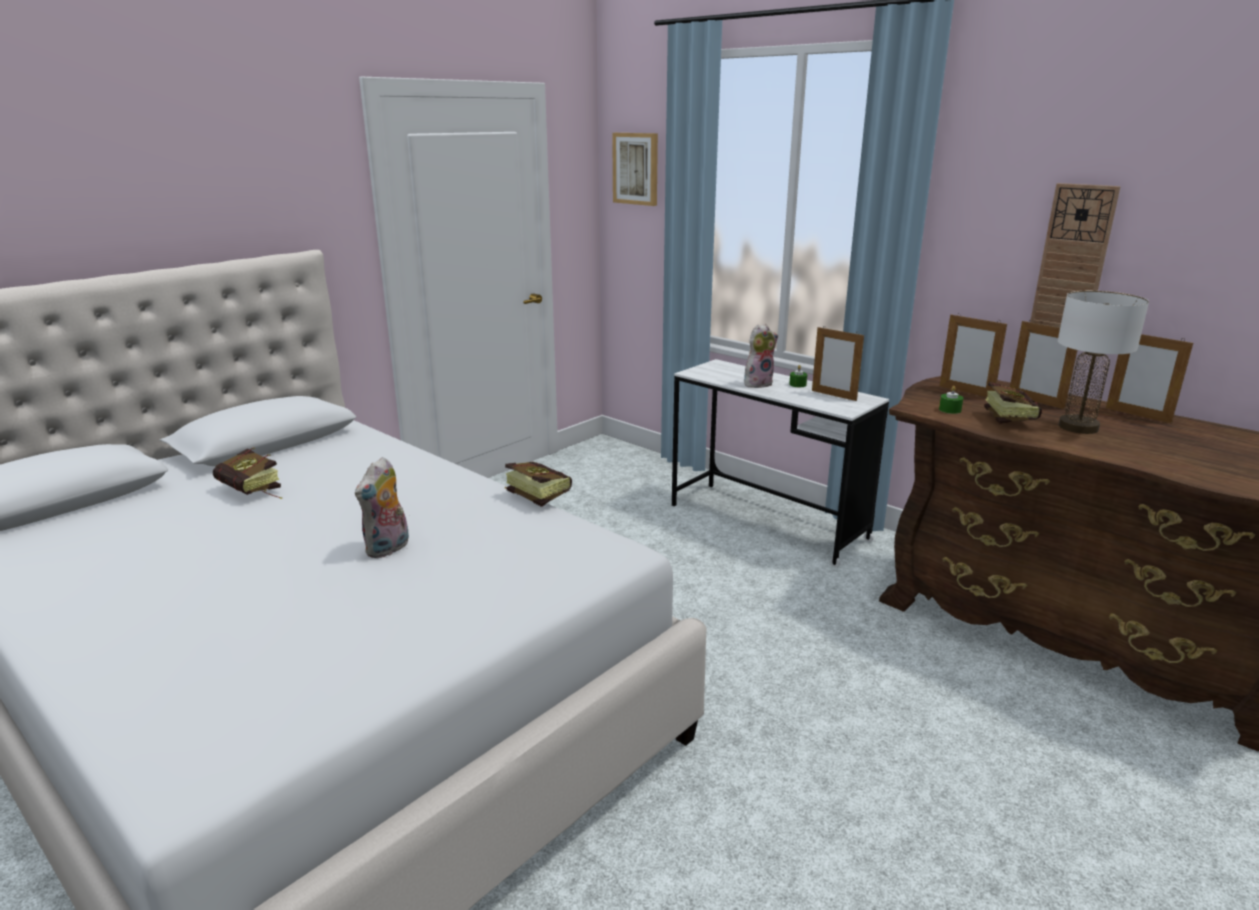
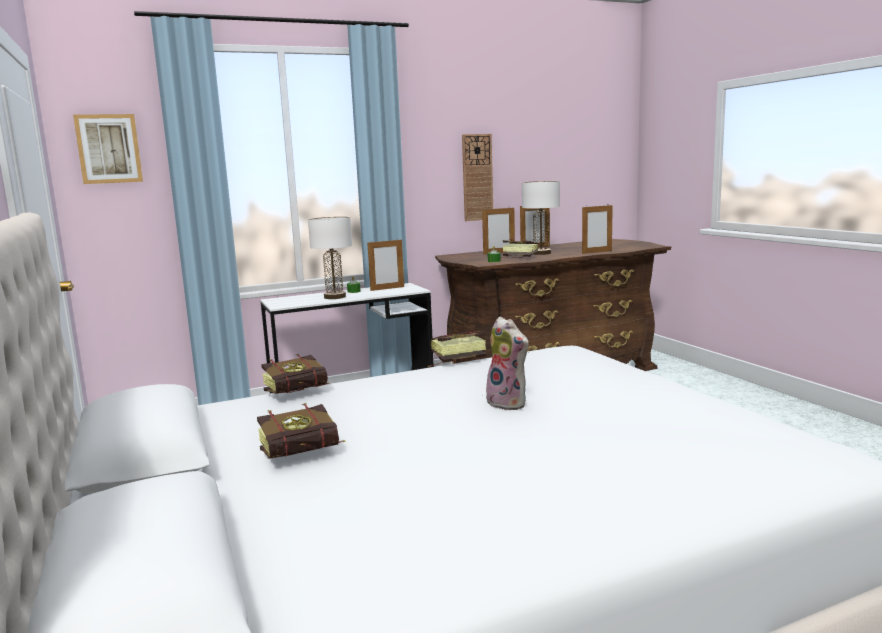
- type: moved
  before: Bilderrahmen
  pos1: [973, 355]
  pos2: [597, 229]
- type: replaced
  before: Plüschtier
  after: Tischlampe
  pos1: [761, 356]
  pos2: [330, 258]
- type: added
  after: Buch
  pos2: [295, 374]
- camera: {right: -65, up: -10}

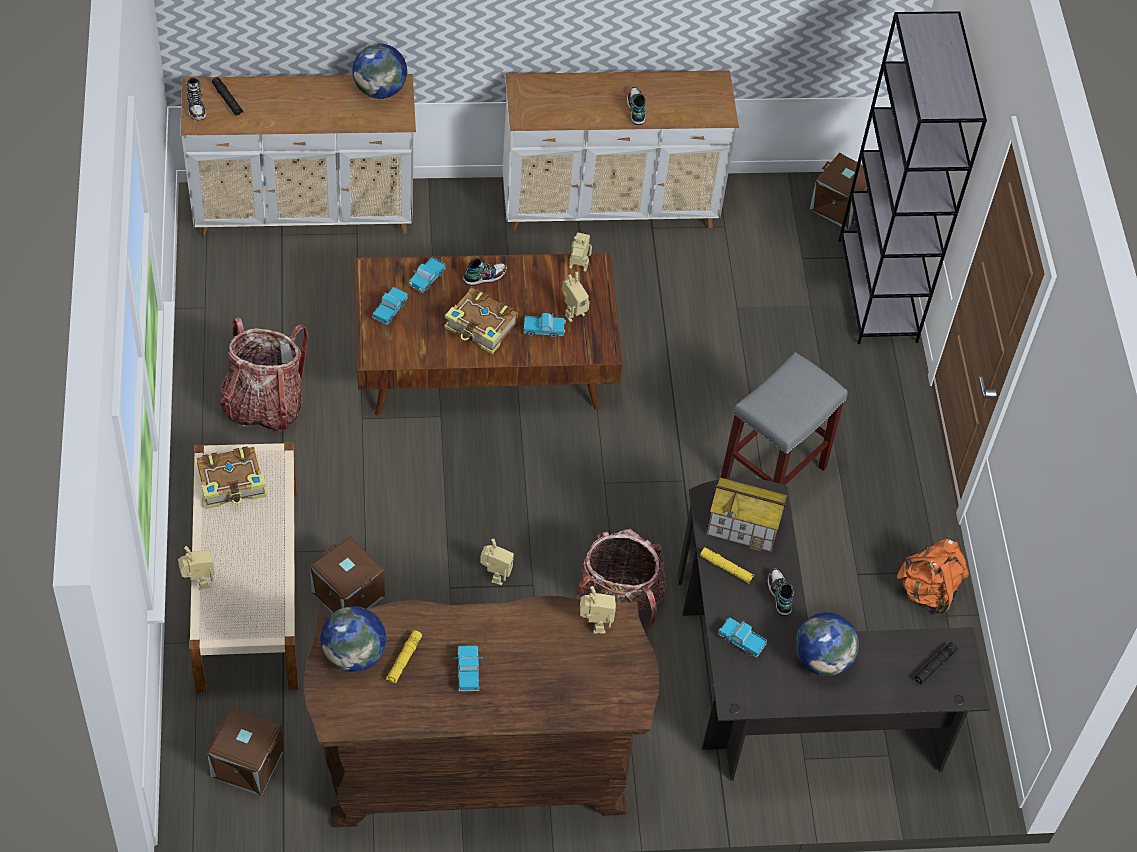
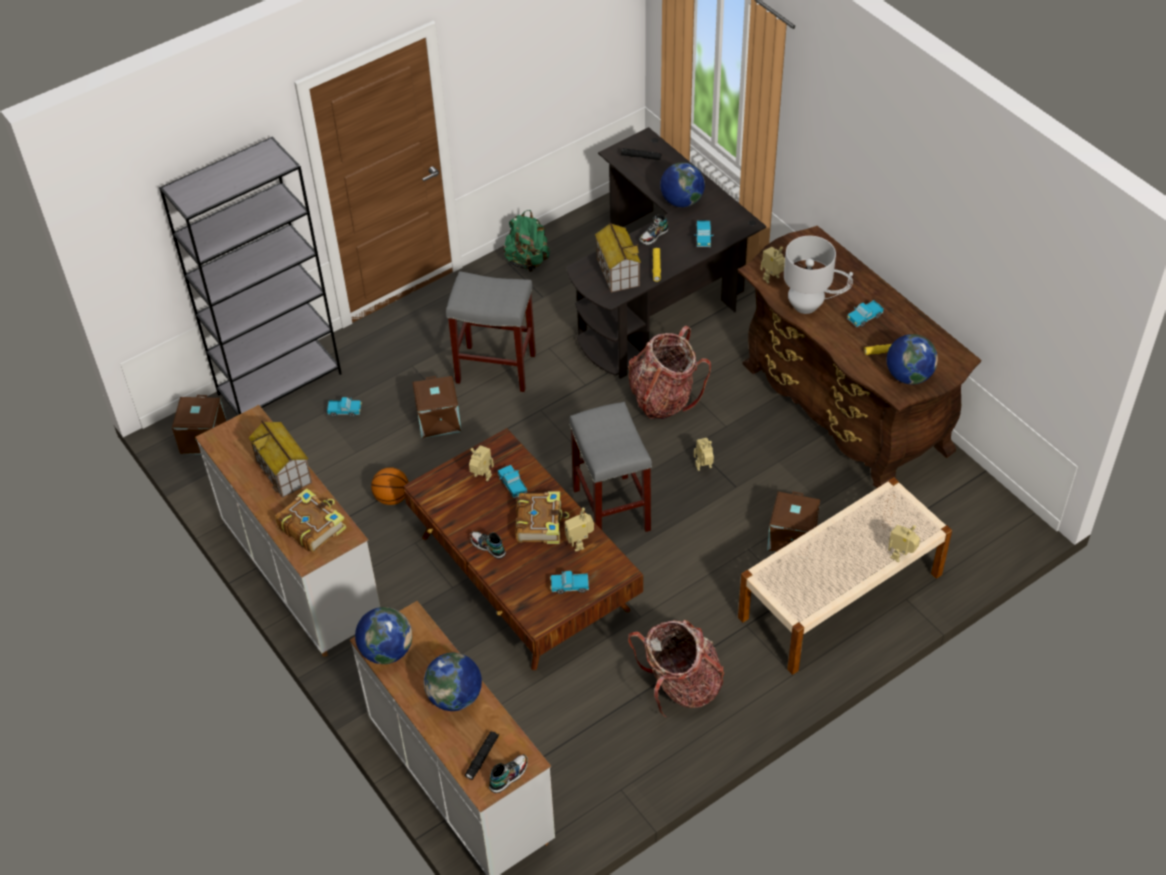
- type: replaced
  before: Schuh
  after: Spielzeughaus
  pos1: [636, 106]
  pos2: [280, 459]
- type: moved
  before: Spielzeugroboter
  pos1: [580, 252]
  pos2: [579, 530]
- type: moved
  before: Spielzeuglaster
  pos1: [427, 275]
  pos2: [344, 407]
- type: moved
  before: Buch
  pos1: [232, 477]
  pos2: [310, 520]
- type: recoloured
  before: Rucksack/orange
  after: Rucksack/grün
  pos1: [933, 577]
  pos2: [527, 241]
- type: moved
  before: Aufbewahrungsbox/braun
  pos1: [245, 751]
  pos2: [436, 407]
- type: added
  after: Tischlampe/grau
  pos2: [818, 275]
- type: added
  after: Hocker/grau
  pos2: [610, 467]
- type: added
  after: Basketball
  pos2: [390, 486]
- type: added
  after: Globus
  pos2: [453, 682]
- camera: {right: -115, up: -5}

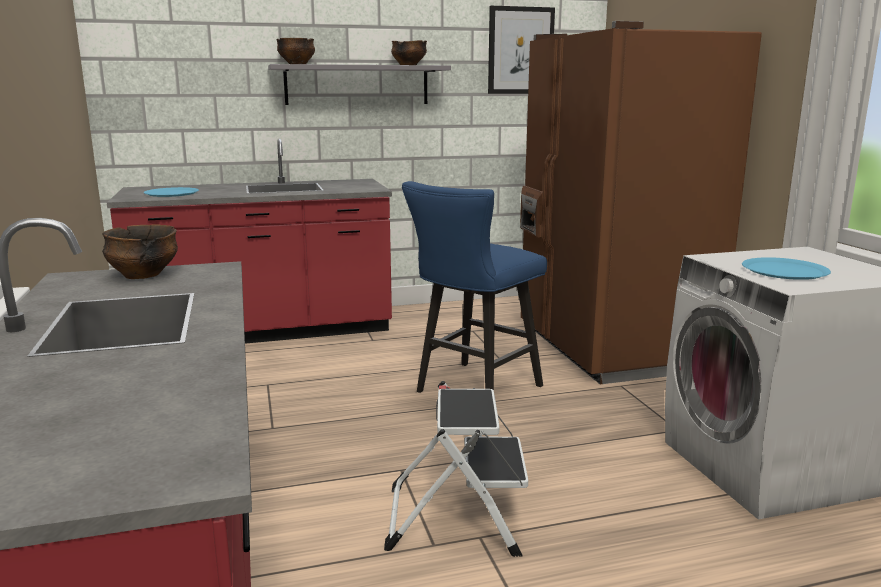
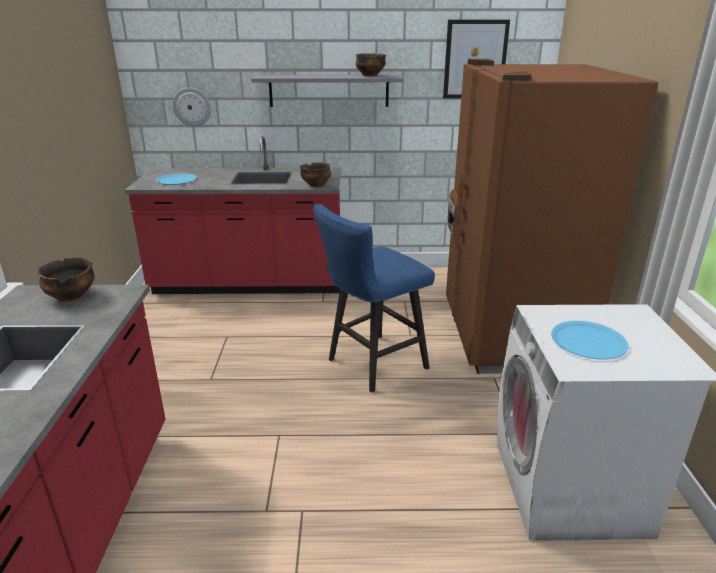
- type: moved
  before: Schüssel
  pos1: [295, 51]
  pos2: [315, 174]
- type: removed
  before: Trittleiter
  pos1: [456, 469]
- type: added
  after: Wanduhr
  pos2: [192, 107]
- camera: {right: 15, up: 10}

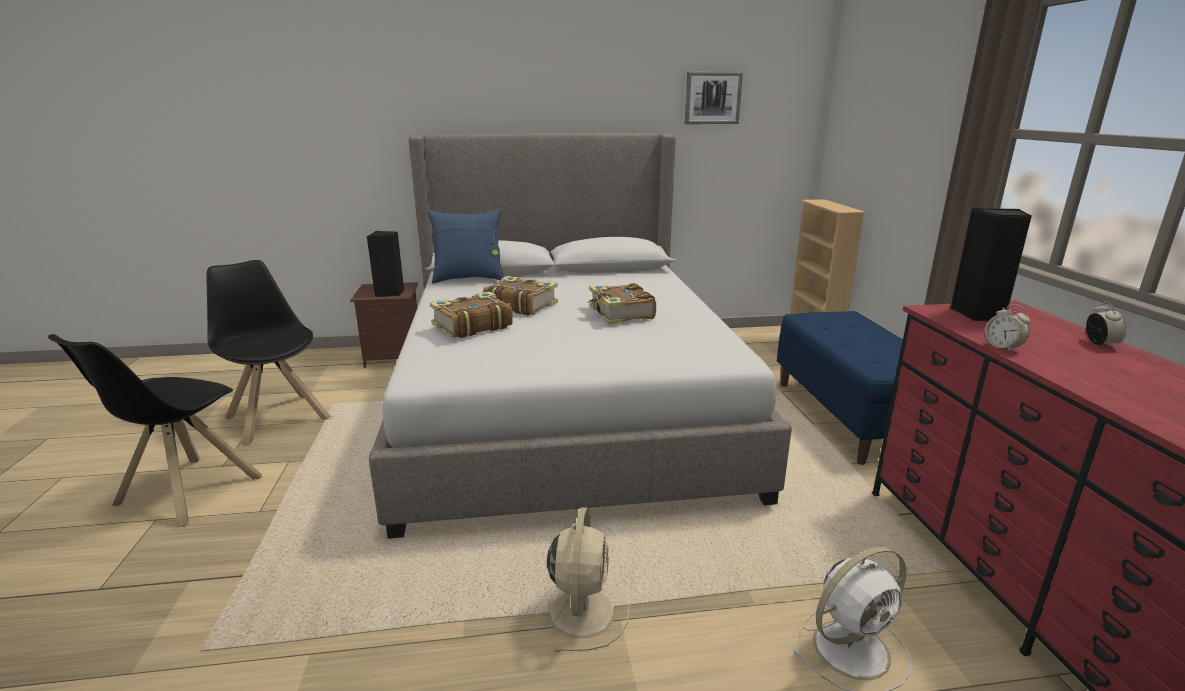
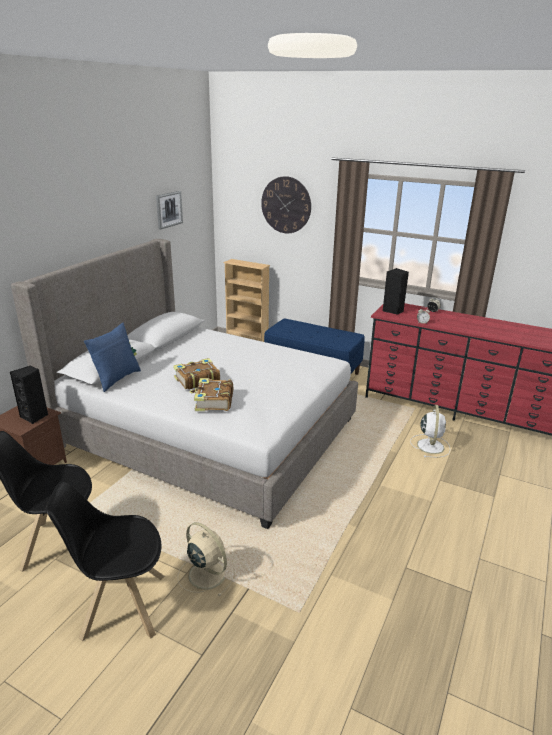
- type: removed
  before: Buch
  pos1: [621, 304]
- type: turned
  before: Stuhl/schwarz
  pos1: [155, 430]
  pos2: [105, 561]
  turn: 120
- type: moved
  before: Ventilator/beige
  pos1: [581, 579]
  pos2: [206, 559]
- type: added
  after: Wanduhr
  pos2: [286, 204]
- camera: {right: -55, up: 5}

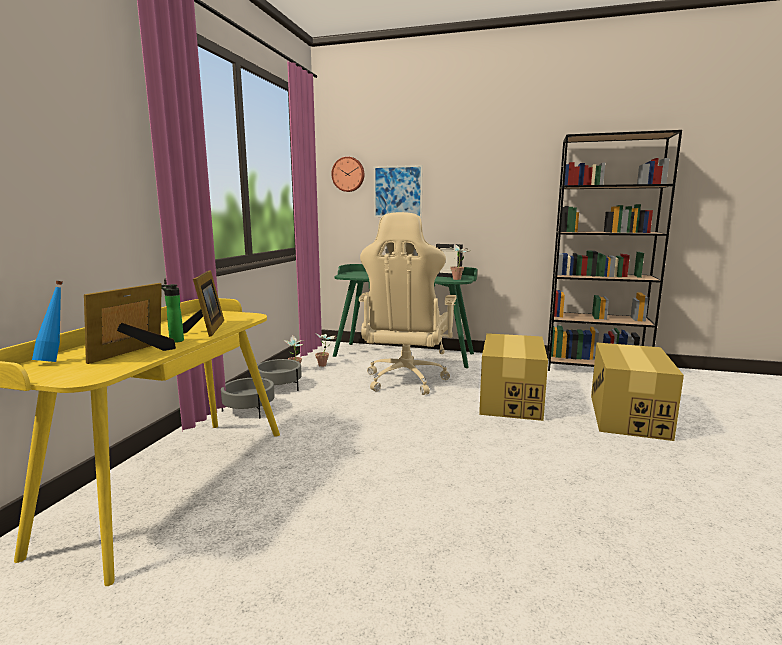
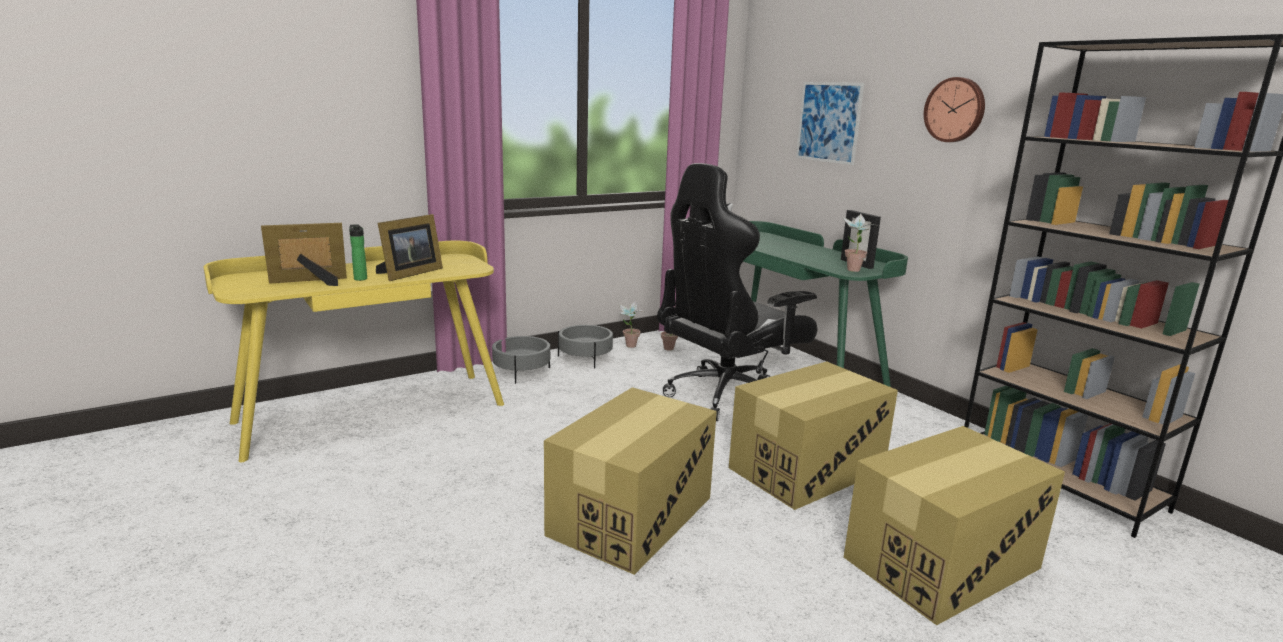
- type: moved
  before: Wanduhr
  pos1: [347, 174]
  pos2: [954, 109]
- type: recoloured
  before: Bürostuhl/beige
  after: Bürostuhl/schwarz
  pos1: [408, 303]
  pos2: [737, 292]
- type: removed
  before: Flasche/blau
  pos1: [47, 321]
- type: added
  after: Karton
  pos2: [630, 481]
- camera: {right: 40, up: 5}

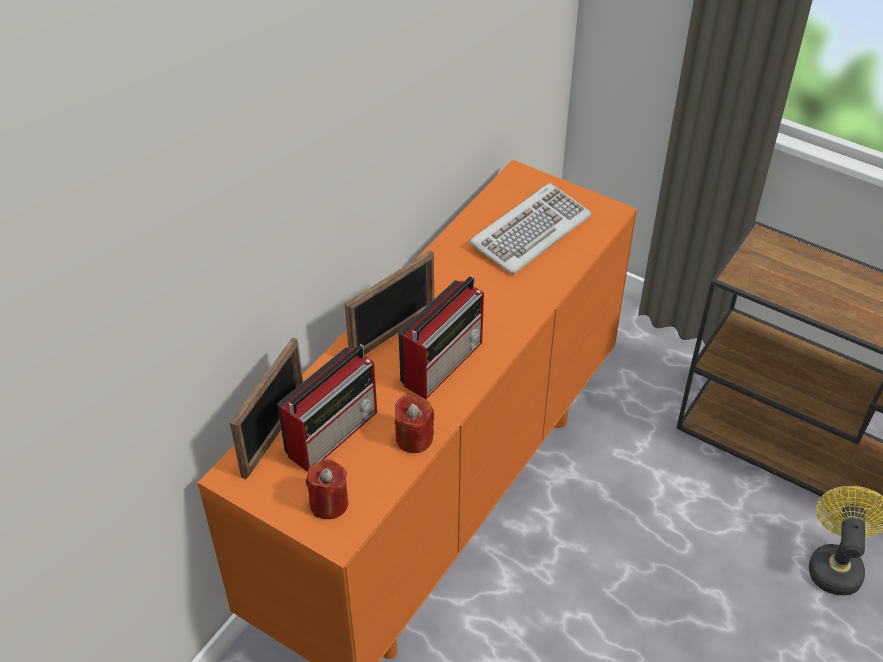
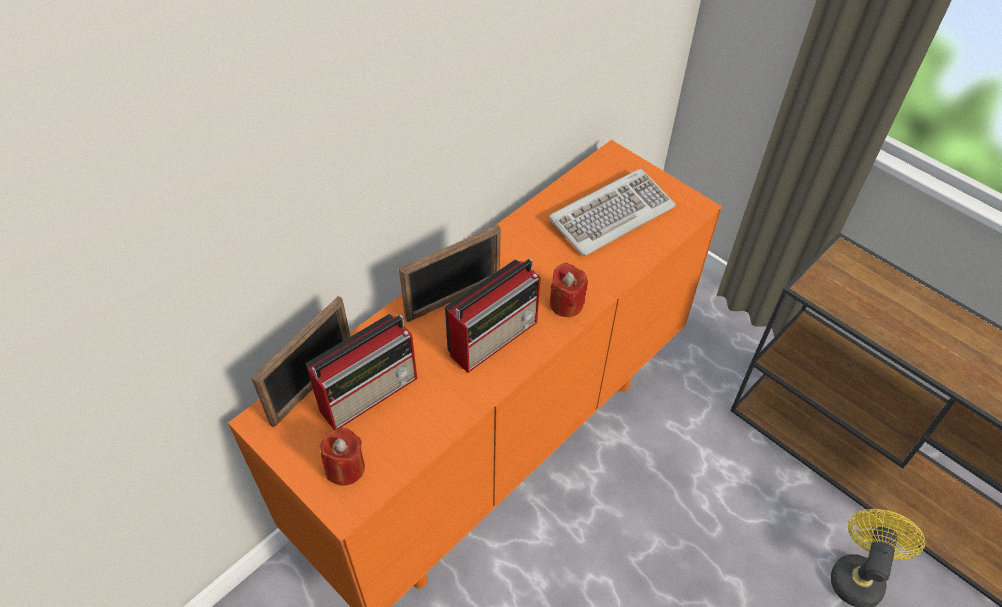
- type: moved
  before: Kerze/rot
  pos1: [414, 423]
  pos2: [569, 290]
- camera: {right: 10, up: 5}

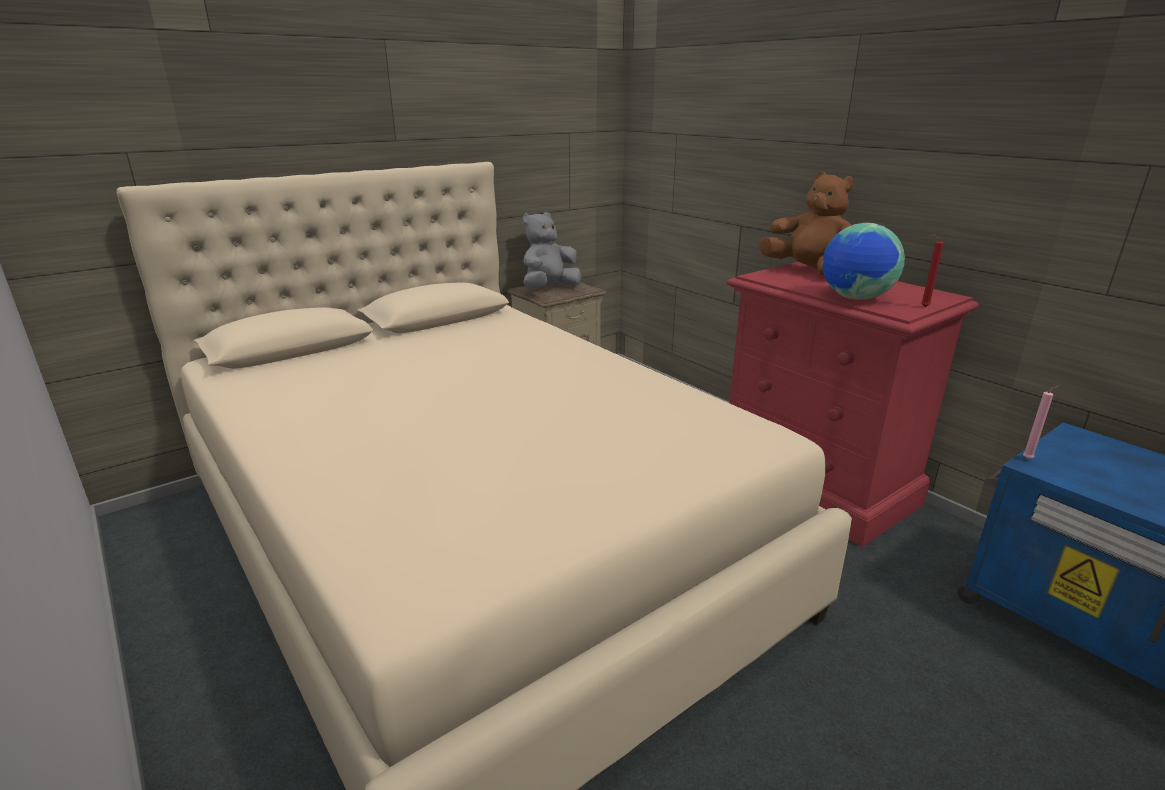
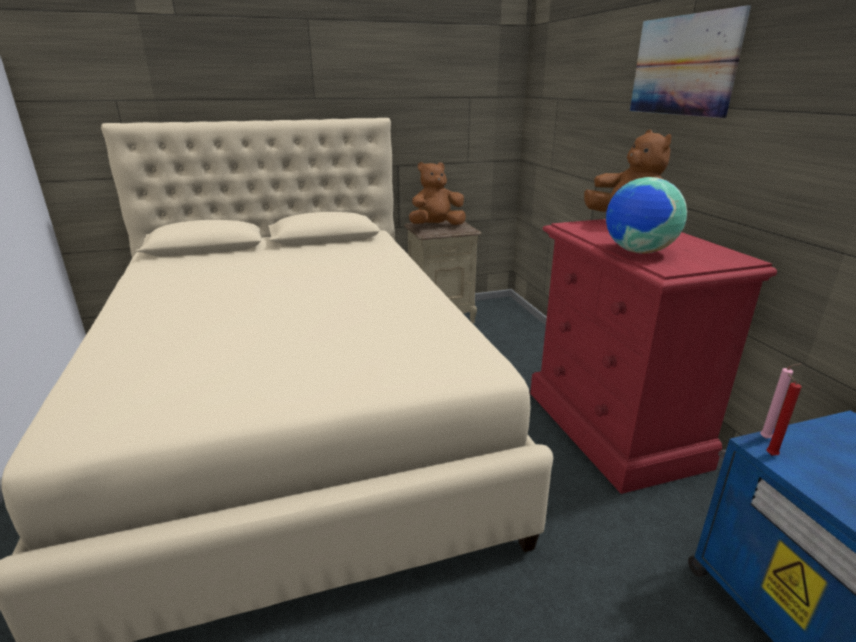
- type: recoloured
  before: Plüschtier/grau
  after: Plüschtier/braun
  pos1: [552, 250]
  pos2: [437, 193]
- type: moved
  before: Kerze/rot
  pos1: [932, 270]
  pos2: [784, 414]
- type: added
  after: Bild
  pos2: [690, 61]
- camera: {right: 20, up: 0}

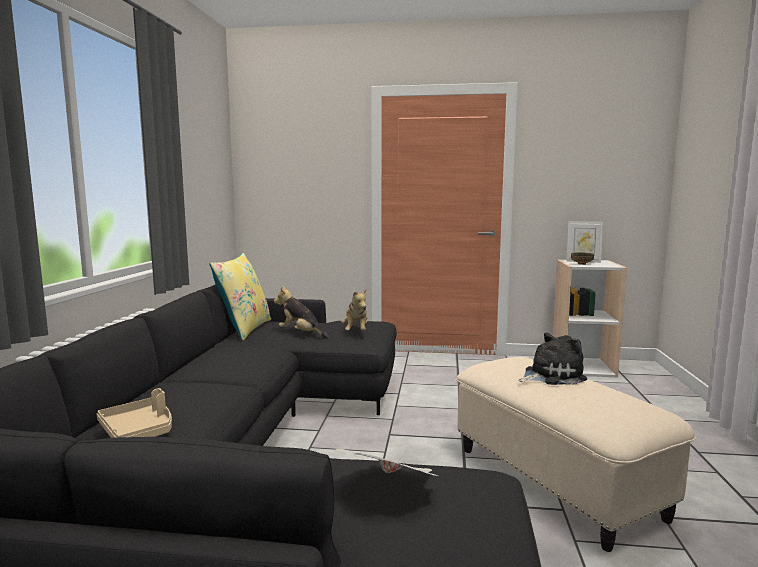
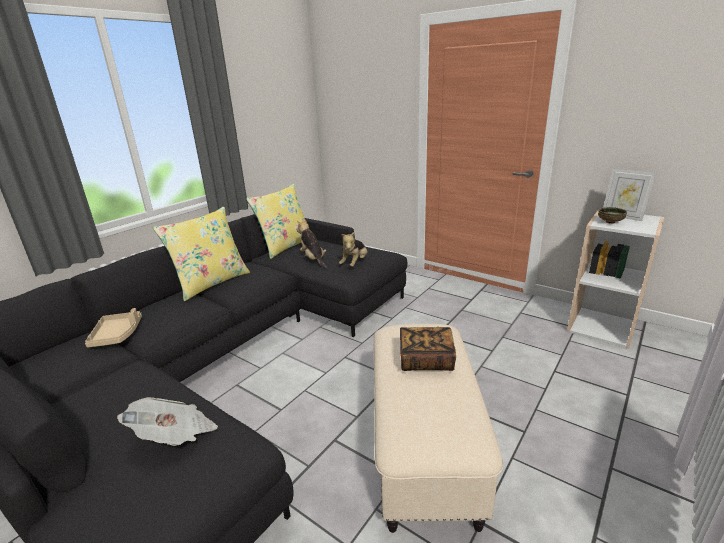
- type: replaced
  before: Plüschtier
  after: Buch
  pos1: [552, 359]
  pos2: [428, 349]
- type: added
  after: Kissen/gelb
  pos2: [201, 254]
- camera: {right: 30, up: 15}

